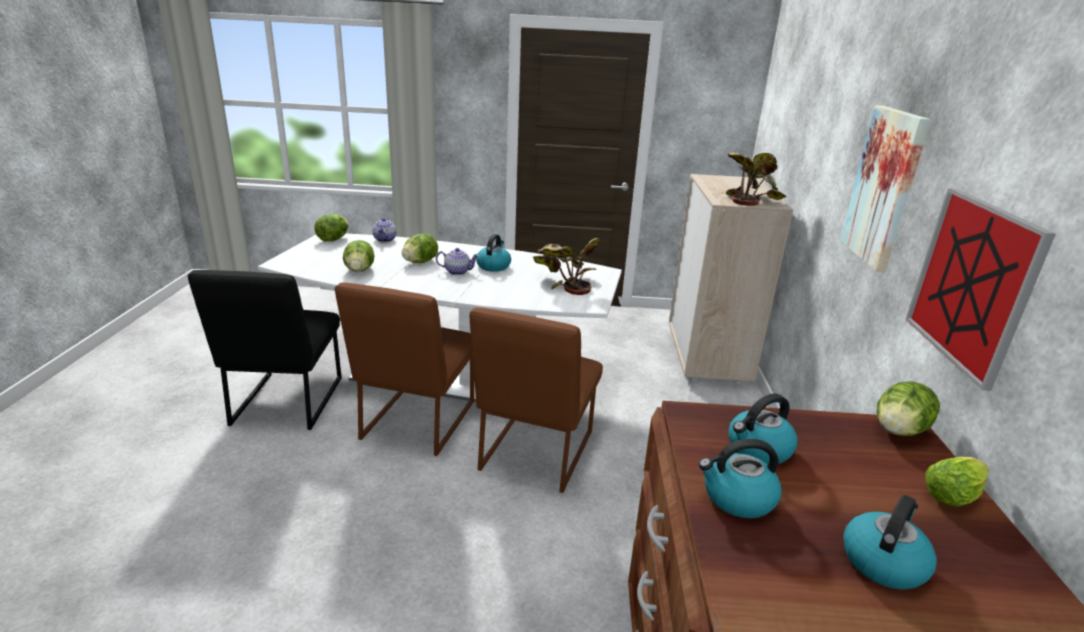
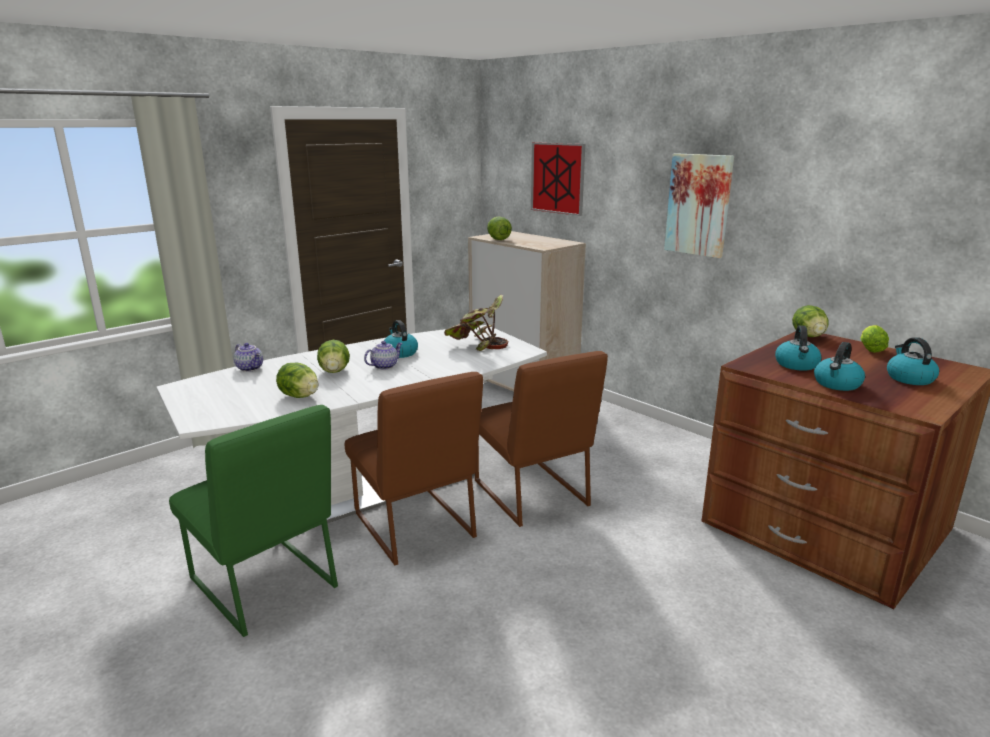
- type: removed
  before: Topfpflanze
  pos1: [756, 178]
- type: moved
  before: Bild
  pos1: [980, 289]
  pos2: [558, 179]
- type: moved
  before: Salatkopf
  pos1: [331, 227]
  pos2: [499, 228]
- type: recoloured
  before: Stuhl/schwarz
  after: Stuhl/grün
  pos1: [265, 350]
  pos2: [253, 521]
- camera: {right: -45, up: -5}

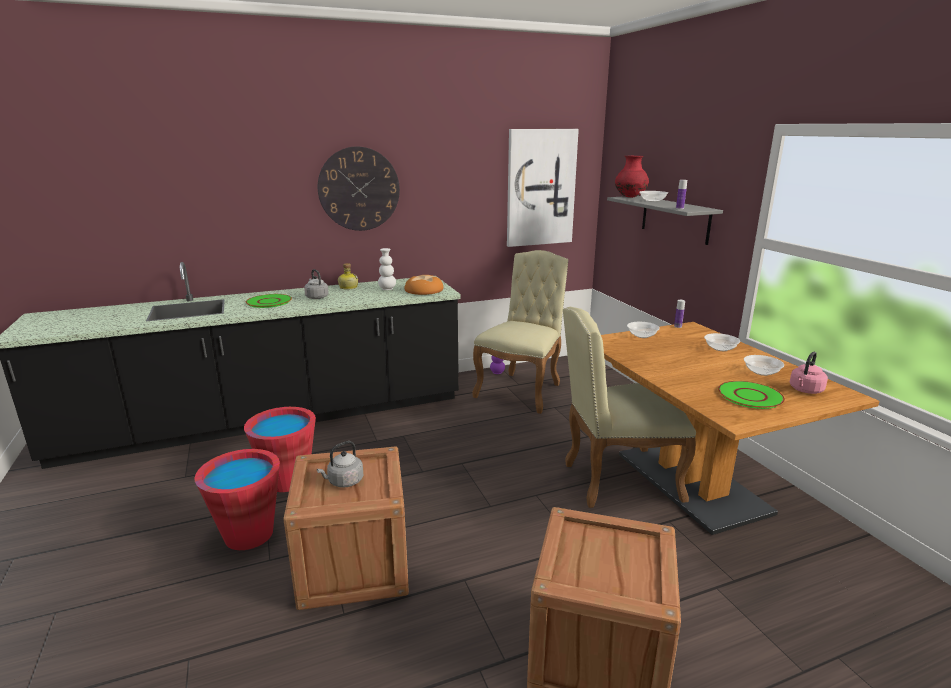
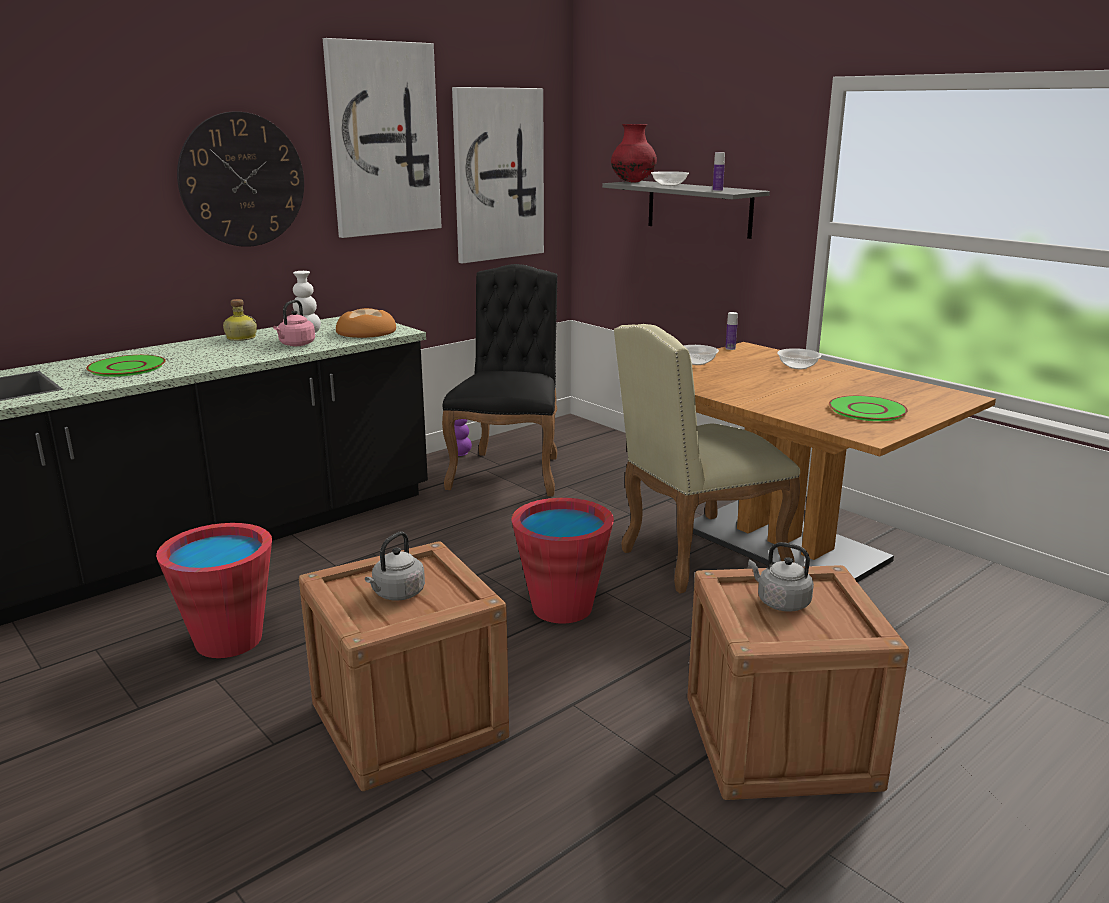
- type: recoloured
  before: Stuhl/beige
  after: Stuhl/schwarz
  pos1: [520, 332]
  pos2: [500, 380]
- type: moved
  before: Wasserkessel/grau
  pos1: [316, 284]
  pos2: [781, 577]
- type: moved
  before: Wasserkessel/rosa
  pos1: [809, 373]
  pos2: [294, 323]
- type: removed
  before: Schüssel
  pos1: [764, 365]
- type: moved
  before: Eimer/rot
  pos1: [237, 499]
  pos2: [562, 560]
- type: added
  after: Bild
  pos2: [382, 138]
- camera: {right: -20, up: 0}

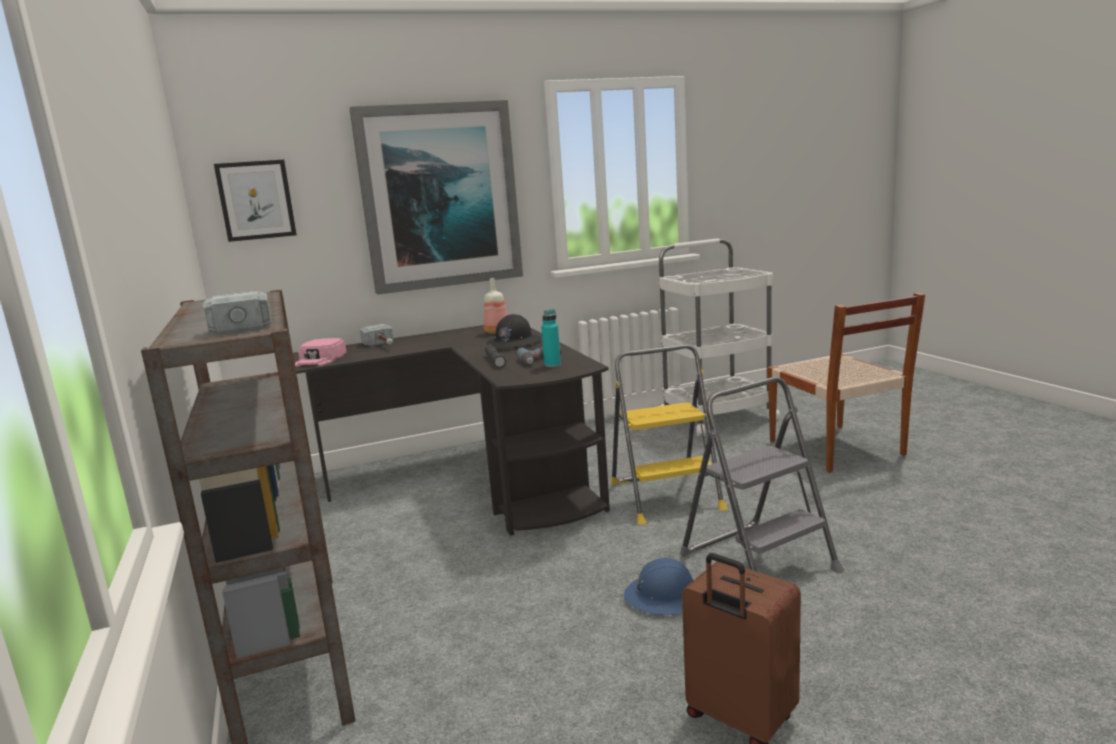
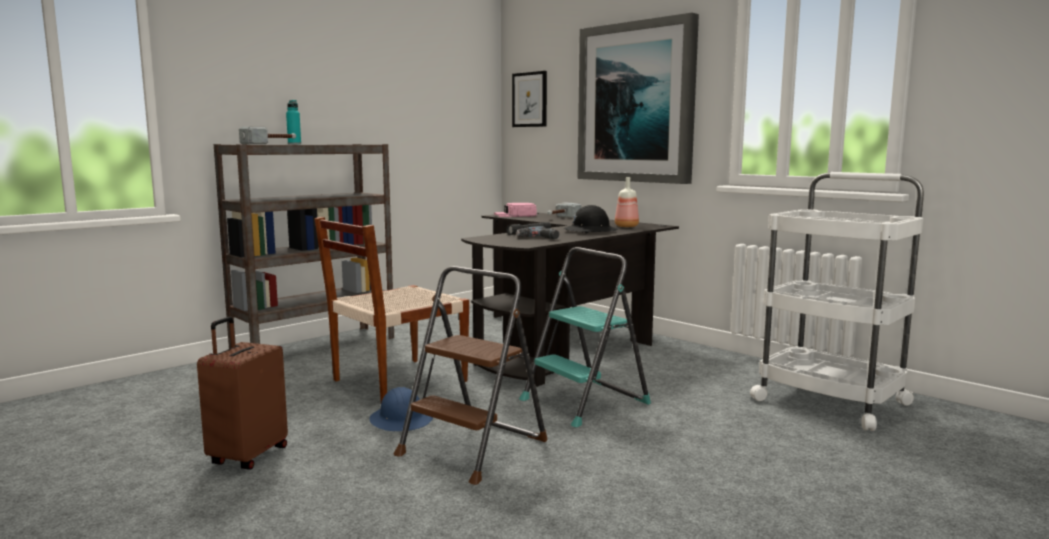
- type: moved
  before: Stuhl
  pos1: [846, 383]
  pos2: [391, 309]
- type: moved
  before: Flasche/türkis
  pos1: [551, 338]
  pos2: [293, 122]
- type: recoloured
  before: Trittleiter/gelb
  after: Trittleiter/türkis
  pos1: [669, 435]
  pos2: [585, 337]
- type: recoloured
  before: Trittleiter/grau
  after: Trittleiter/braun
  pos1: [762, 475]
  pos2: [470, 375]
- camera: {right: 65, up: -5}

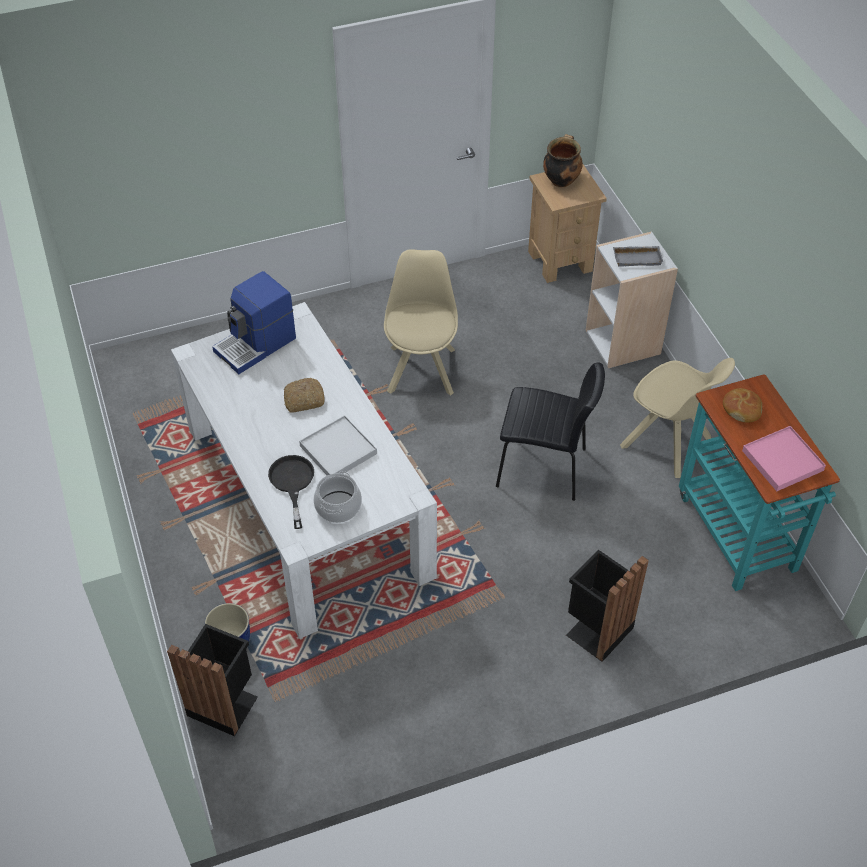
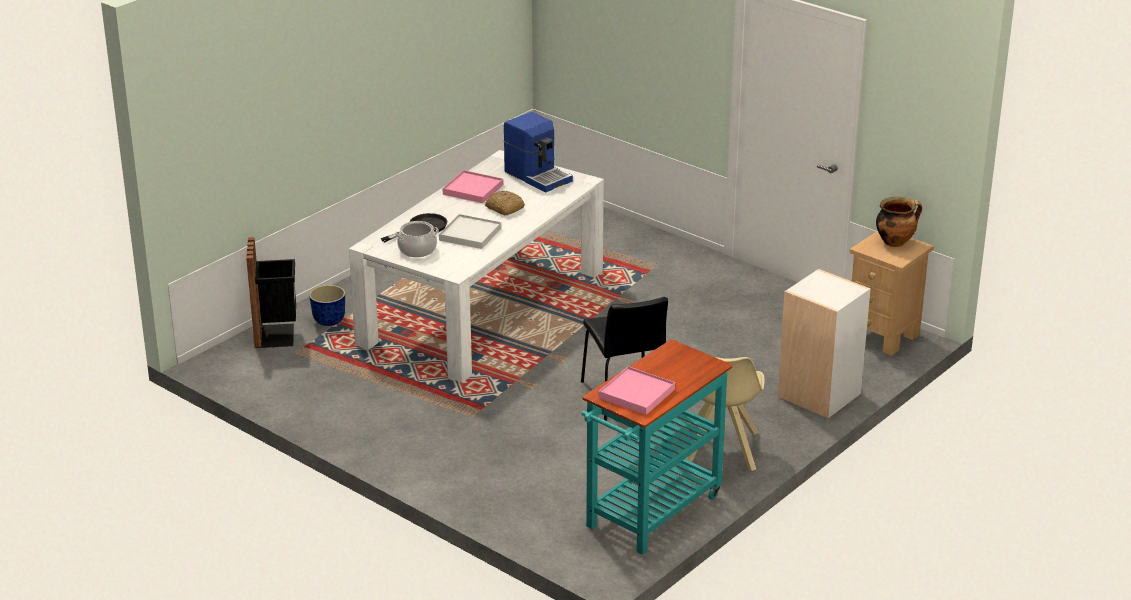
- type: removed
  before: Tablett/grau
  pos1: [638, 256]
- type: removed
  before: Stuhl/beige
  pos1: [421, 322]
- type: turned
  before: Kaffeemaschine
  pos1: [254, 322]
  pos2: [538, 152]
  turn: -150
- type: removed
  before: Brot
  pos1: [742, 405]
- type: removed
  before: Mülleimer/schwarz
  pos1: [607, 606]
- type: added
  after: Tablett/rosa
  pos2: [473, 186]
- camera: {right: 60, up: -20}

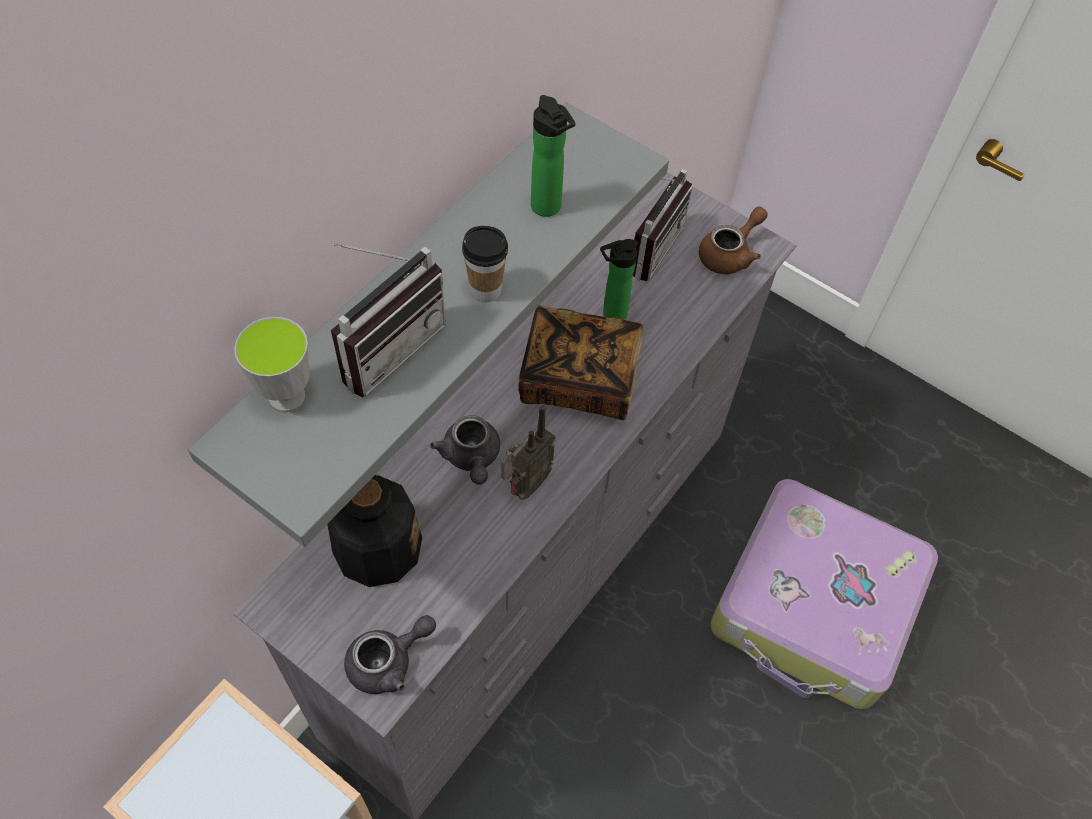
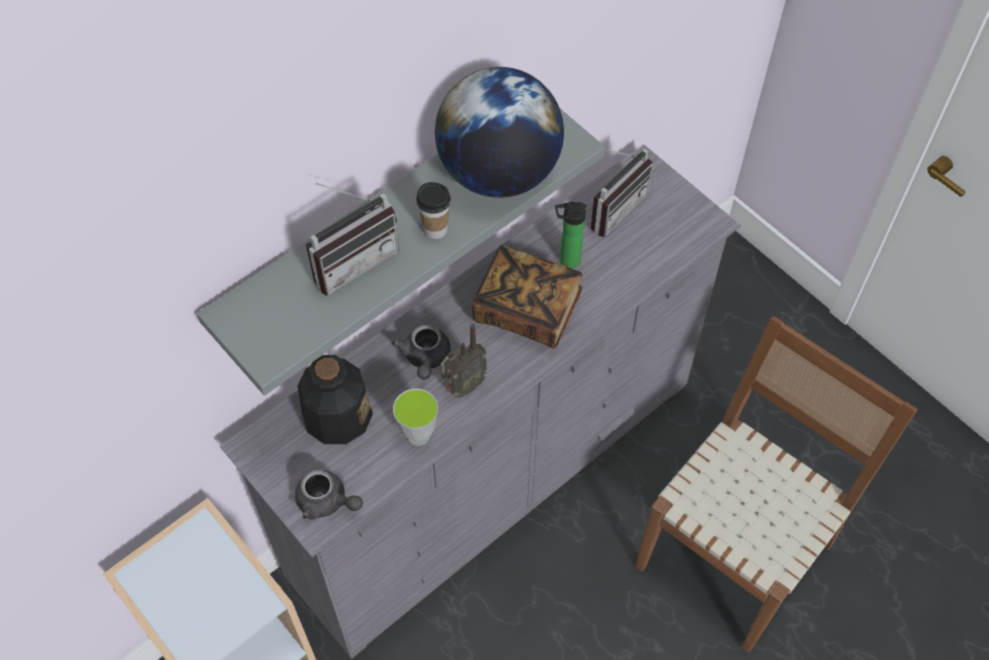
- type: replaced
  before: Flasche
  after: Globus
  pos1: [553, 156]
  pos2: [499, 132]
- type: removed
  before: Teekanne/braun
  pos1: [733, 240]
- type: moved
  before: Tasse
  pos1: [271, 364]
  pos2: [415, 417]
- type: replaced
  before: Koffer
  after: Stuhl
  pos1: [824, 594]
  pos2: [776, 484]
- type: turned
  before: Teekanne/grau
  pos1: [390, 654]
  pos2: [329, 495]
  turn: 45
- camera: {right: 15, up: 0}

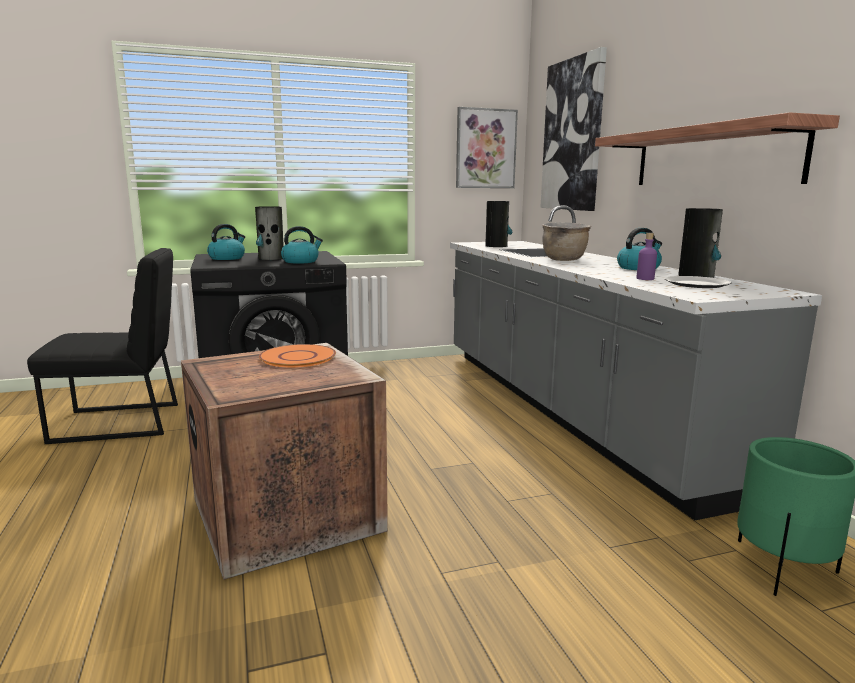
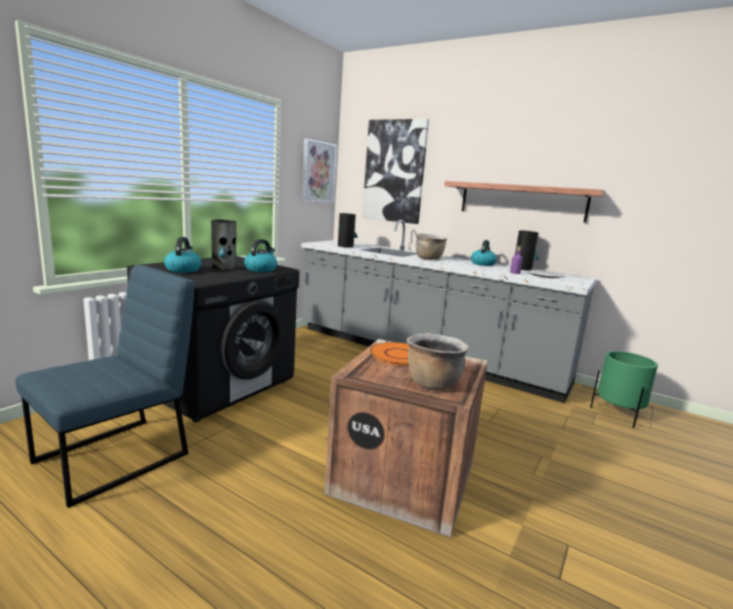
- type: recoloured
  before: Stuhl/schwarz
  after: Stuhl/blau
  pos1: [102, 346]
  pos2: [105, 386]
- type: added
  after: Kochtopf/braun
  pos2: [438, 361]
- camera: {right: -40, up: 0}

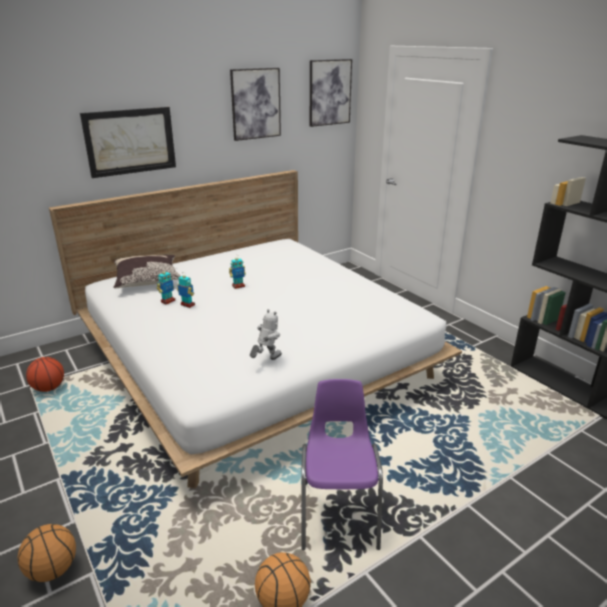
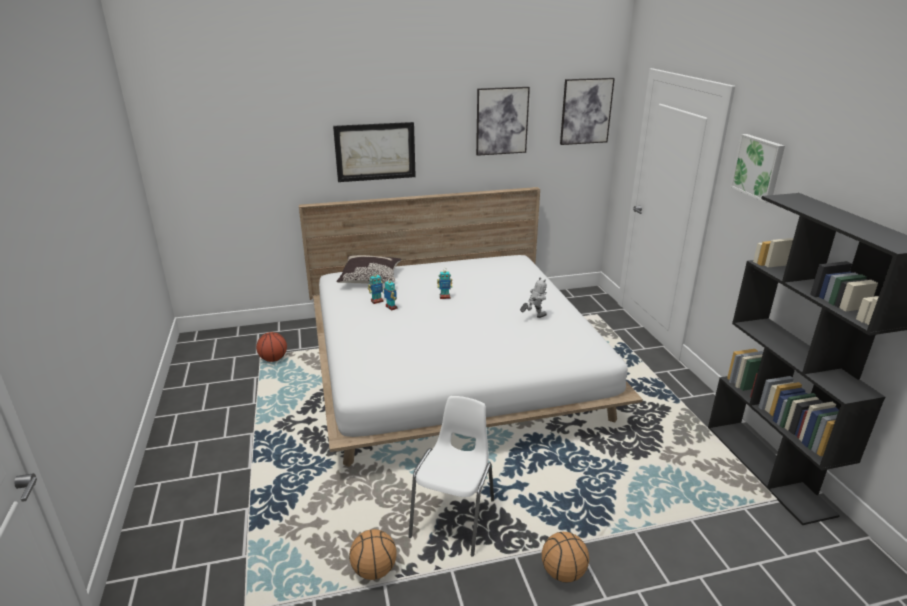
- type: moved
  before: Spielzeugroboter
  pos1: [266, 334]
  pos2: [533, 297]
- type: recoloured
  before: Stuhl/lila
  after: Stuhl/weiß
  pos1: [342, 464]
  pos2: [451, 476]
- type: moved
  before: Basketball
  pos1: [47, 553]
  pos2: [565, 557]
- type: added
  after: Bild
  pos2: [757, 168]
- camera: {right: 20, up: 0}

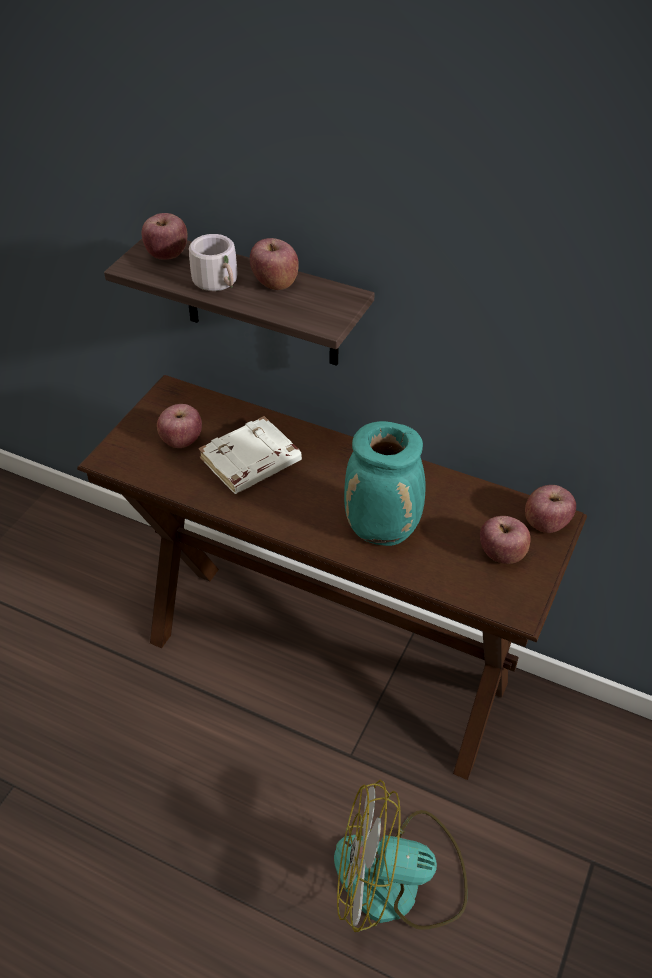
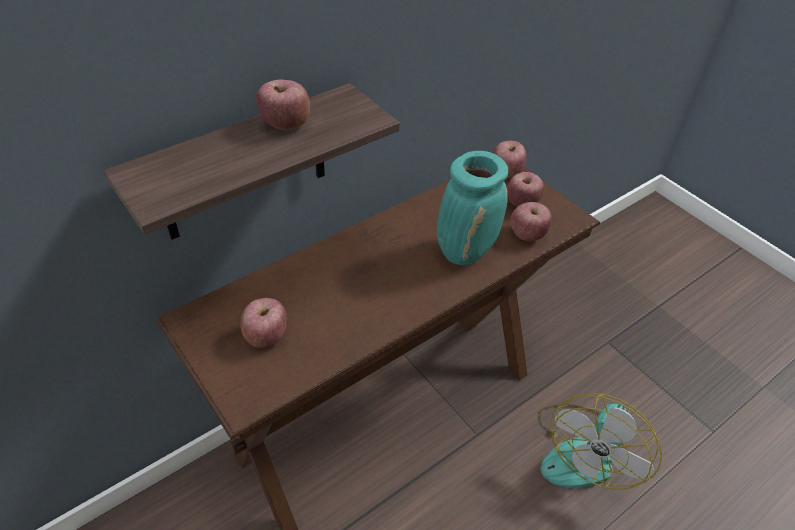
- type: moved
  before: Apfel
  pos1: [165, 236]
  pos2: [531, 221]
- type: removed
  before: Henkelbecher/grau
  pos1: [213, 262]
- type: removed
  before: Buch/weiß
  pos1: [250, 455]
- camera: {right: -65, up: 0}

